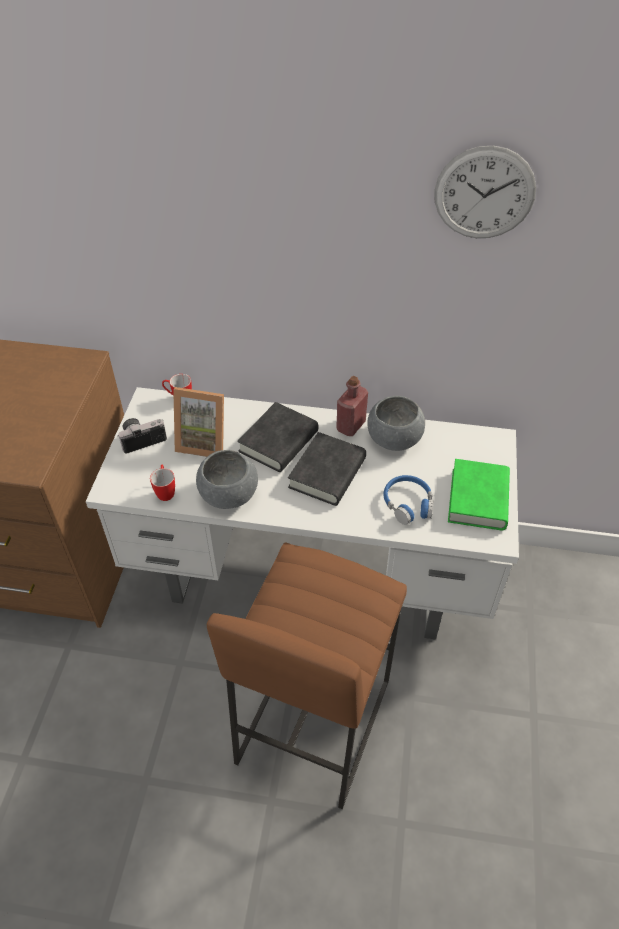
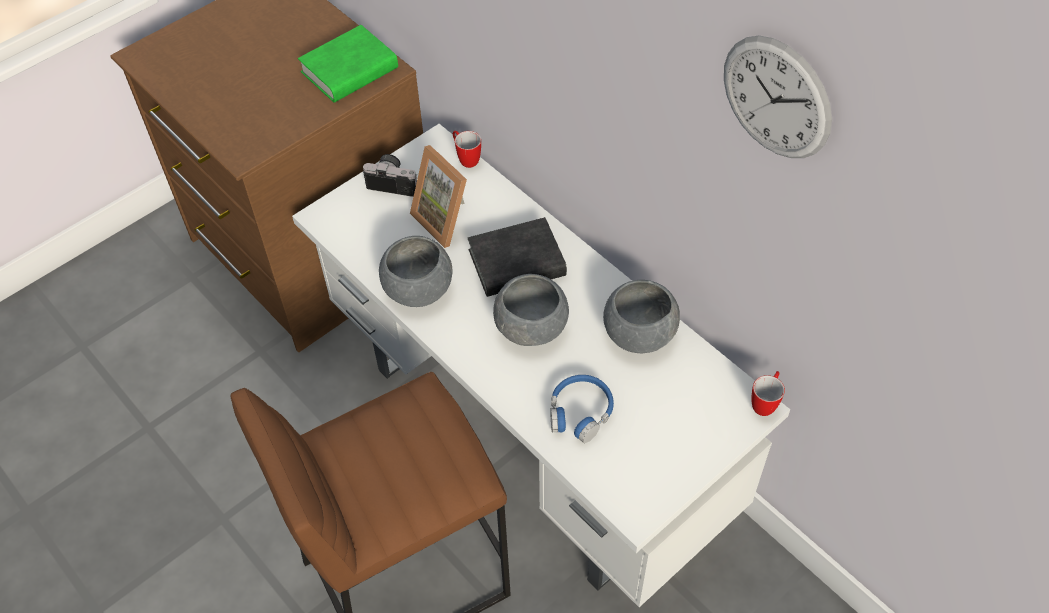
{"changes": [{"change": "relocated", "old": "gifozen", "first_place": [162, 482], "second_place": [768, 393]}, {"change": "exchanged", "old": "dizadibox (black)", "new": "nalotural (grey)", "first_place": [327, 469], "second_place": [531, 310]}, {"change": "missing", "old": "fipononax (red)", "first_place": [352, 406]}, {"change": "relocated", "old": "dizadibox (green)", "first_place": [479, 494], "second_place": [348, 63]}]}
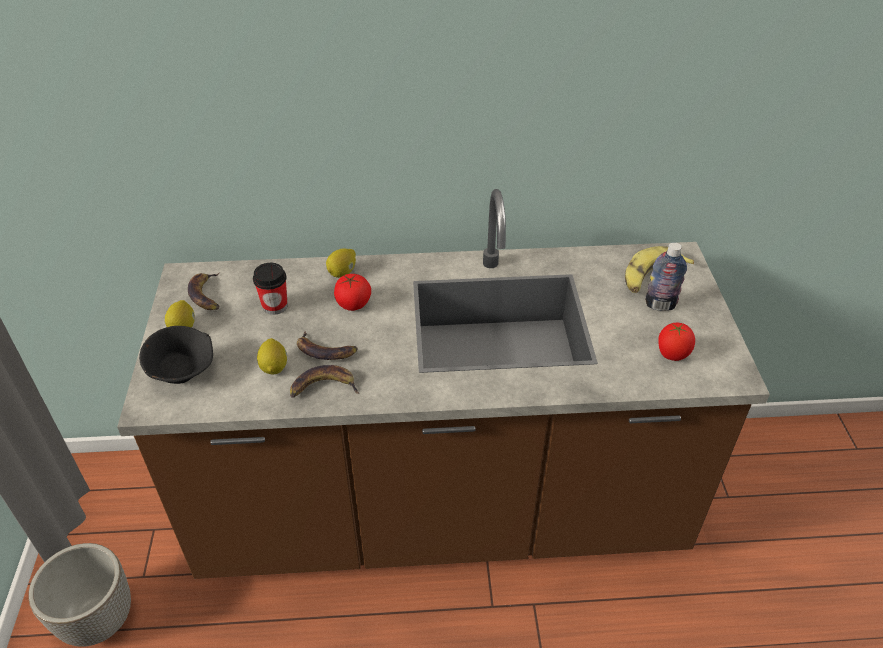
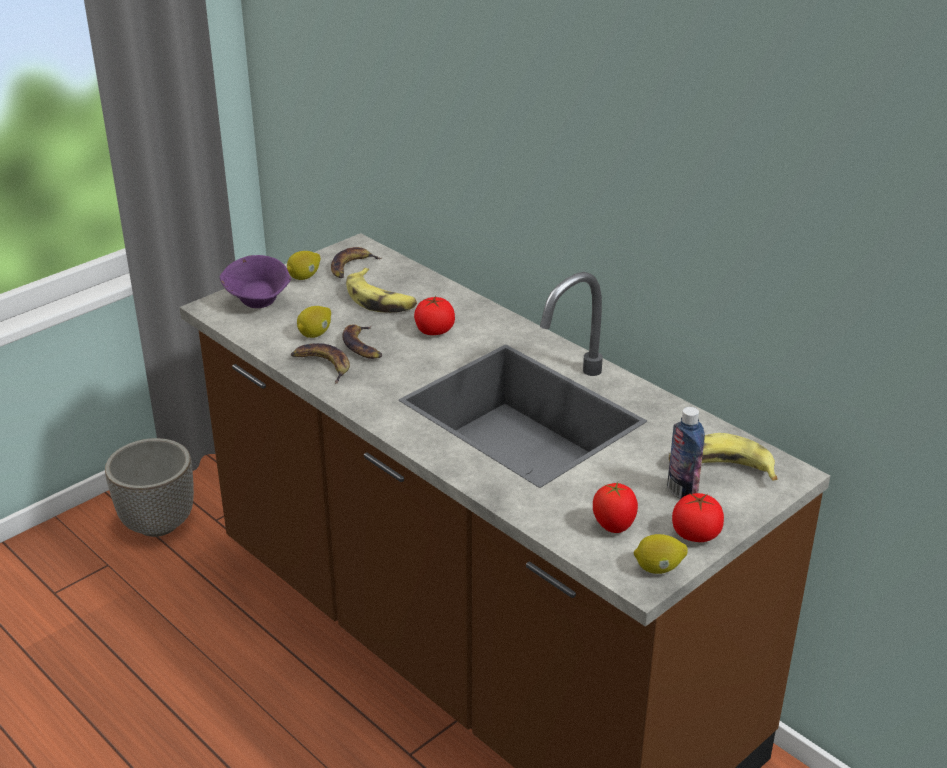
{"changes": [{"change": "colour", "old": "nalotural (black)", "new": "nalotural (purple)", "first_place": [176, 355], "second_place": [255, 281]}, {"change": "exchanged", "old": "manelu", "new": "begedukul", "first_place": [270, 289], "second_place": [381, 290]}, {"change": "relocated", "old": "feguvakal", "first_place": [341, 263], "second_place": [661, 554]}, {"change": "appeared", "new": "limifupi", "second_place": [698, 517]}]}
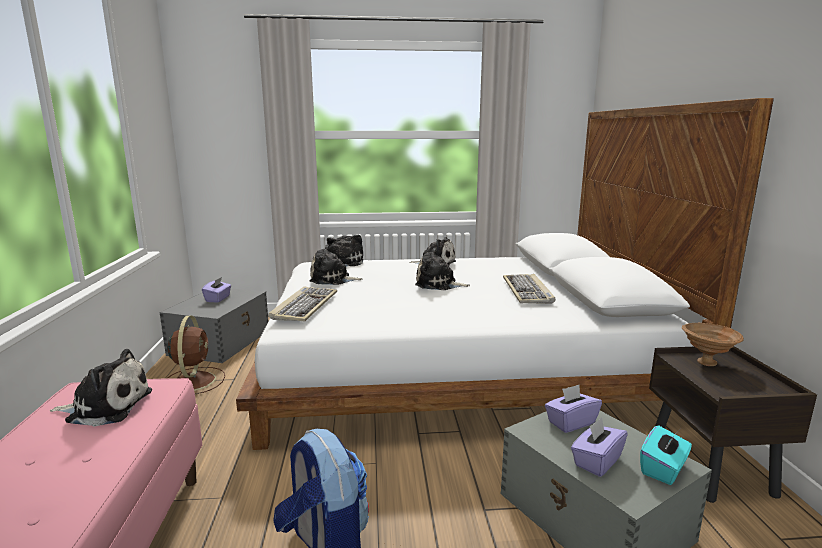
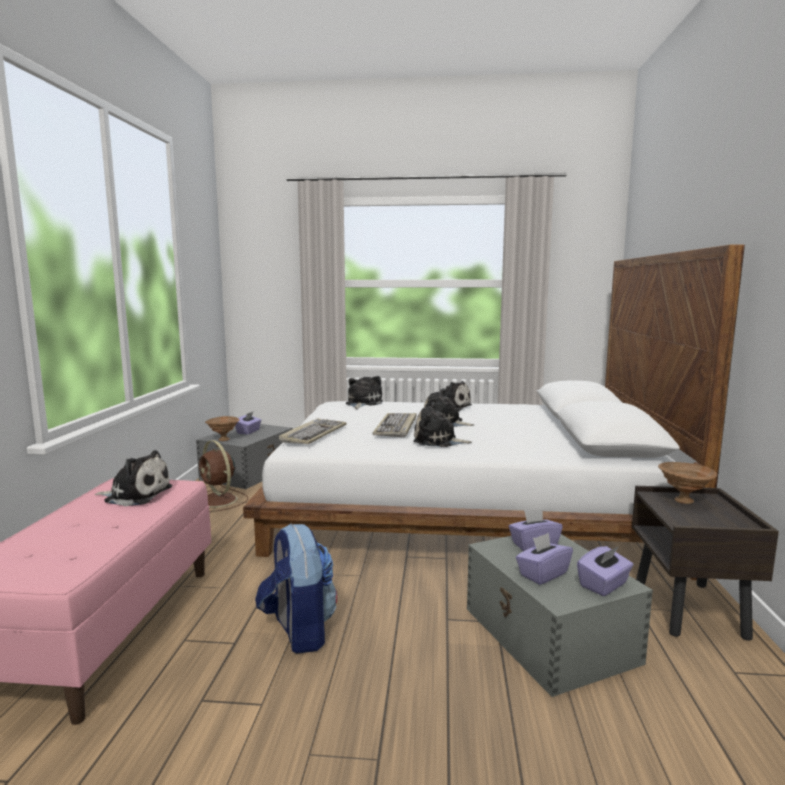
{"changes": [{"change": "spun", "old": "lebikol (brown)", "first_place": [196, 355], "second_place": [223, 476], "degrees": 135}, {"change": "relocated", "old": "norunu", "first_place": [336, 264], "second_place": [442, 424]}, {"change": "relocated", "old": "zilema", "first_place": [529, 289], "second_place": [395, 425]}, {"change": "colour", "old": "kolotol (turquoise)", "new": "kolotol (purple)", "first_place": [666, 455], "second_place": [605, 571]}, {"change": "appeared", "new": "nalotural (brown)", "second_place": [222, 428]}]}
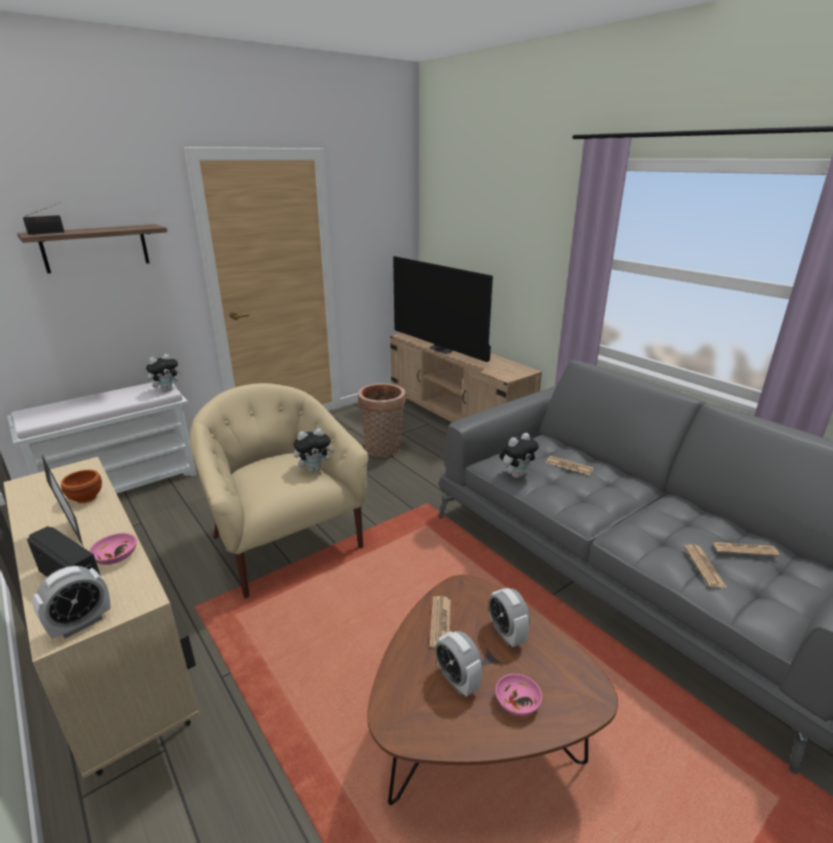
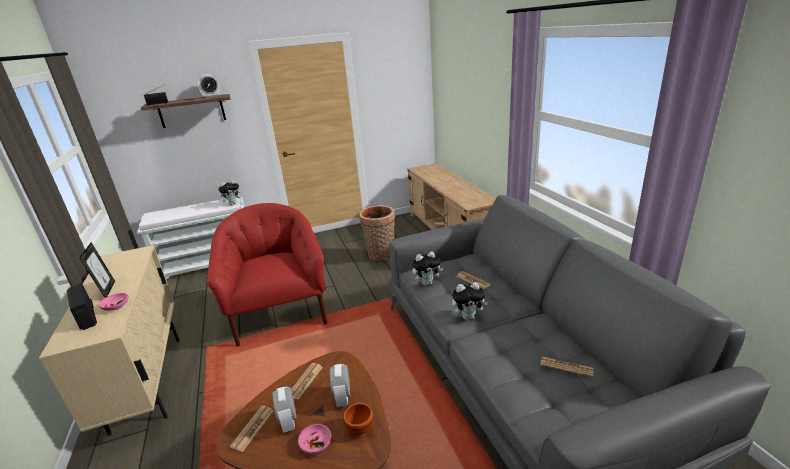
{"changes": [{"change": "relocated", "old": "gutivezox", "first_place": [71, 602], "second_place": [209, 86]}, {"change": "relocated", "old": "nalotural (brown)", "first_place": [81, 487], "second_place": [359, 419]}, {"change": "colour", "old": "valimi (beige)", "new": "valimi (red)", "first_place": [279, 490], "second_place": [267, 275]}, {"change": "relocated", "old": "norunu", "first_place": [314, 450], "second_place": [470, 301]}, {"change": "missing", "old": "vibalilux", "first_place": [443, 309]}, {"change": "relocated", "old": "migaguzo", "first_place": [705, 566], "second_place": [252, 429]}]}
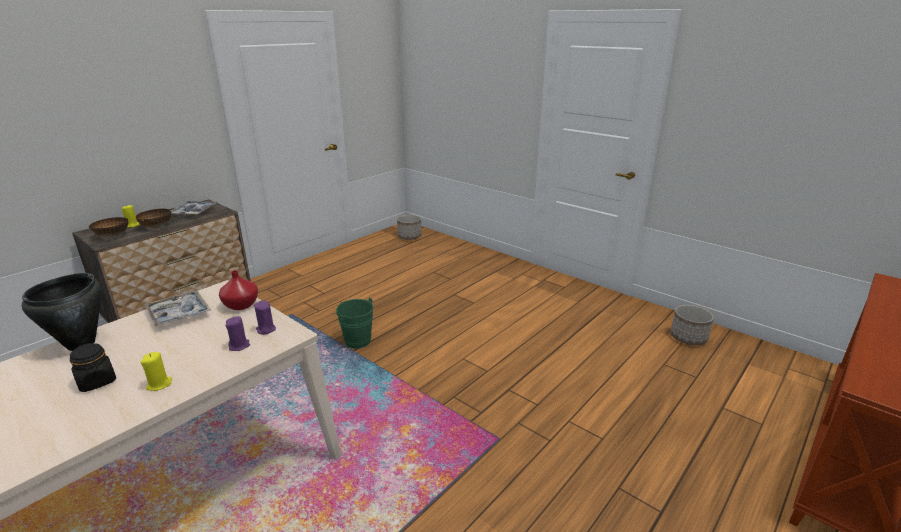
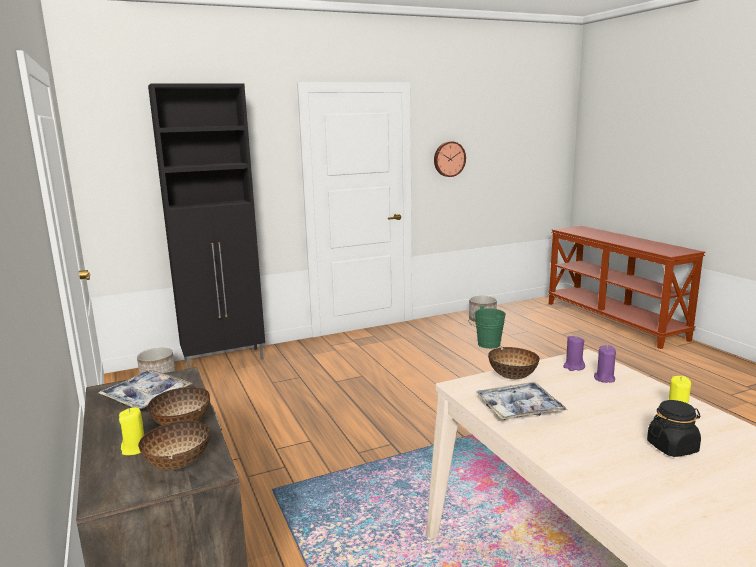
{"changes": [{"change": "missing", "old": "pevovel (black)", "first_place": [62, 312]}, {"change": "exchanged", "old": "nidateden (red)", "new": "nalotural", "first_place": [238, 290], "second_place": [514, 363]}, {"change": "relocated", "old": "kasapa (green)", "first_place": [353, 323], "second_place": [487, 327]}, {"change": "appeared", "new": "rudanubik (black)", "second_place": [206, 226]}, {"change": "appeared", "new": "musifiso", "second_place": [450, 159]}]}
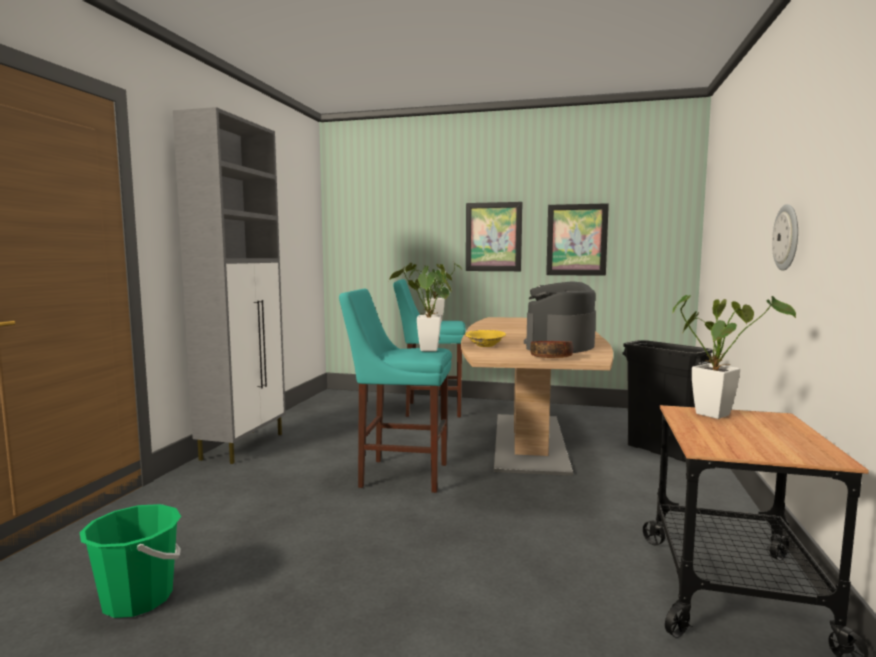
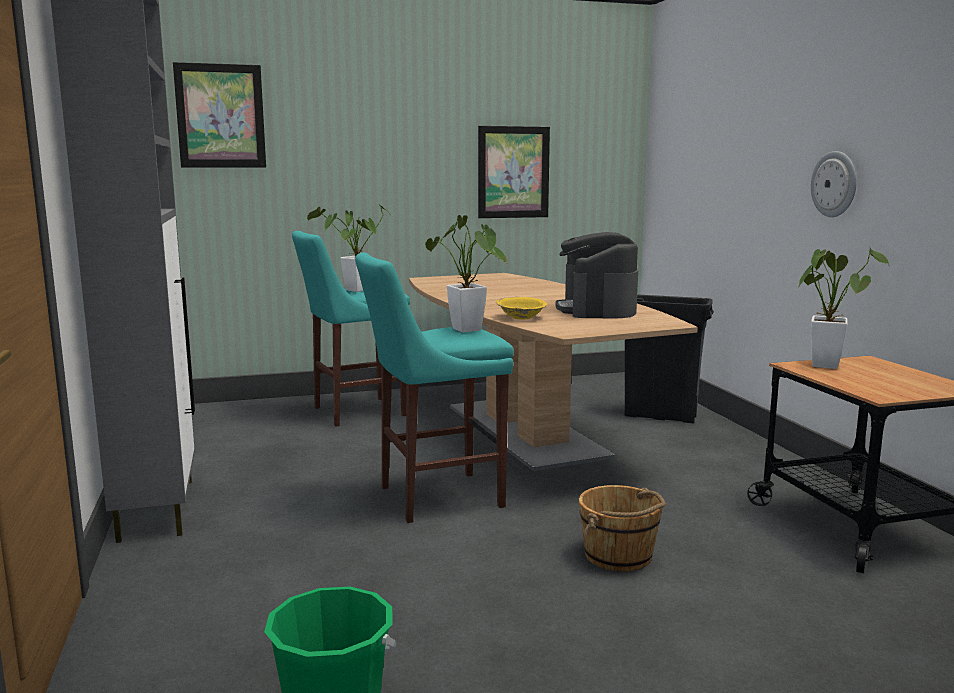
{"changes": [{"change": "relocated", "old": "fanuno", "first_place": [494, 236], "second_place": [219, 115]}, {"change": "missing", "old": "nalotural", "first_place": [551, 349]}, {"change": "appeared", "new": "kasapa (brown)", "second_place": [622, 528]}]}
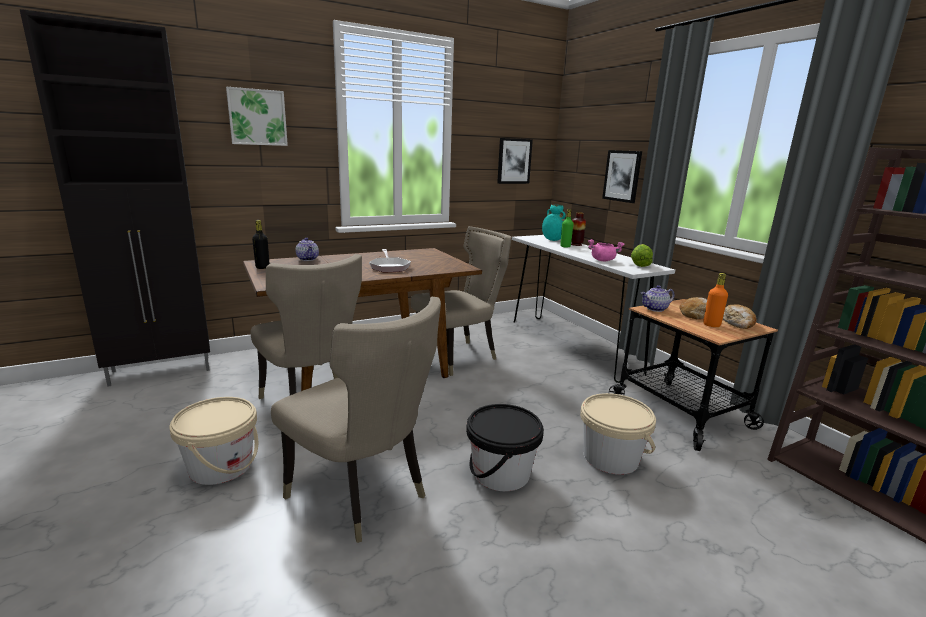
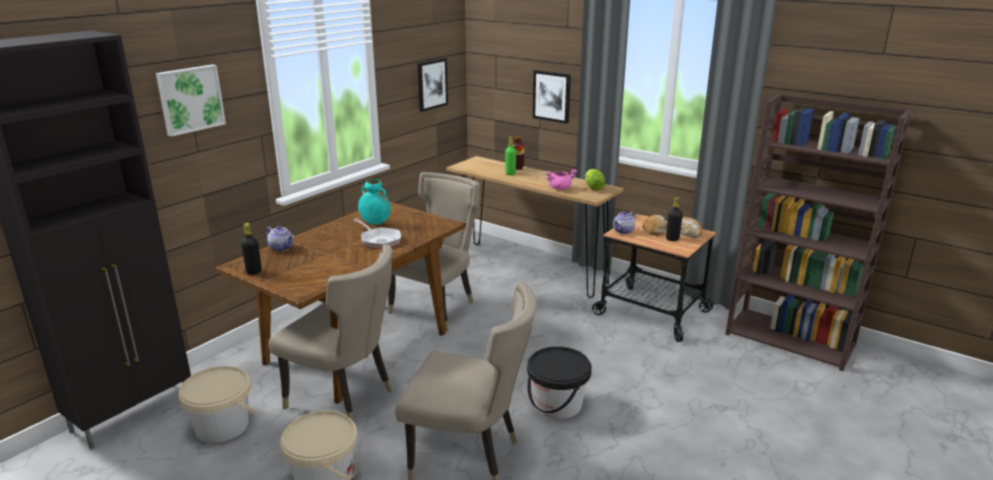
{"changes": [{"change": "colour", "old": "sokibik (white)", "new": "sokibik (brown)", "first_place": [593, 309], "second_place": [535, 227]}, {"change": "relocated", "old": "nidateden (turquoise)", "first_place": [554, 223], "second_place": [374, 202]}, {"change": "relocated", "old": "kasapa (beige)", "first_place": [618, 434], "second_place": [216, 404]}, {"change": "colour", "old": "fipononax (orange)", "new": "fipononax (black)", "first_place": [715, 300], "second_place": [674, 219]}]}
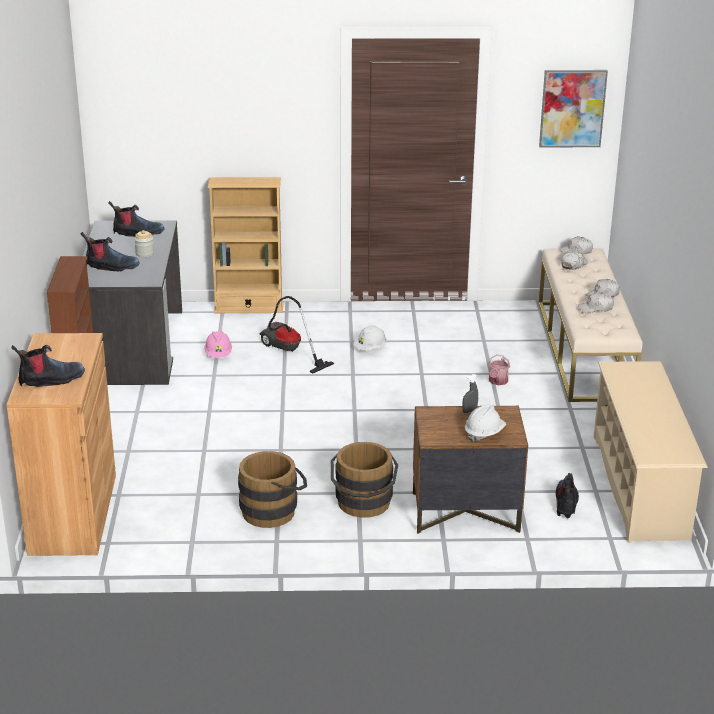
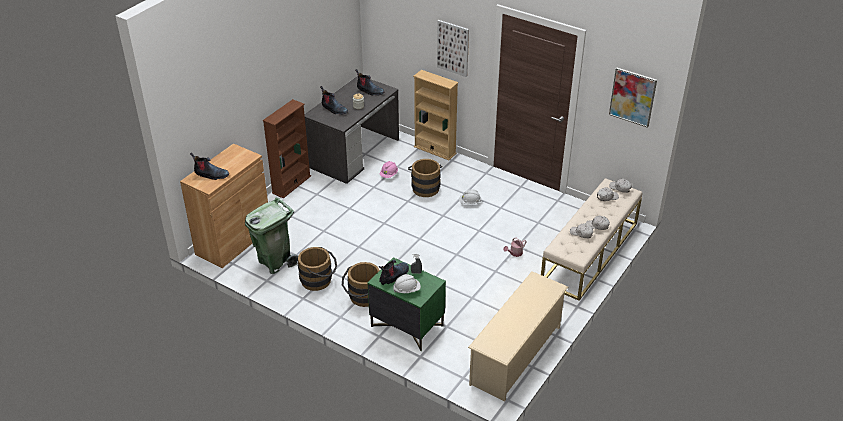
{"changes": [{"change": "exchanged", "old": "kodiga", "new": "kasapa (brown)", "first_place": [297, 335], "second_place": [425, 178]}, {"change": "colour", "old": "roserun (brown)", "new": "roserun (green)", "first_place": [470, 470], "second_place": [407, 304]}, {"change": "relocated", "old": "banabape", "first_place": [567, 495], "second_place": [394, 272]}, {"change": "appeared", "new": "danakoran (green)", "second_place": [271, 235]}, {"change": "appeared", "new": "fanuno", "second_place": [453, 48]}]}
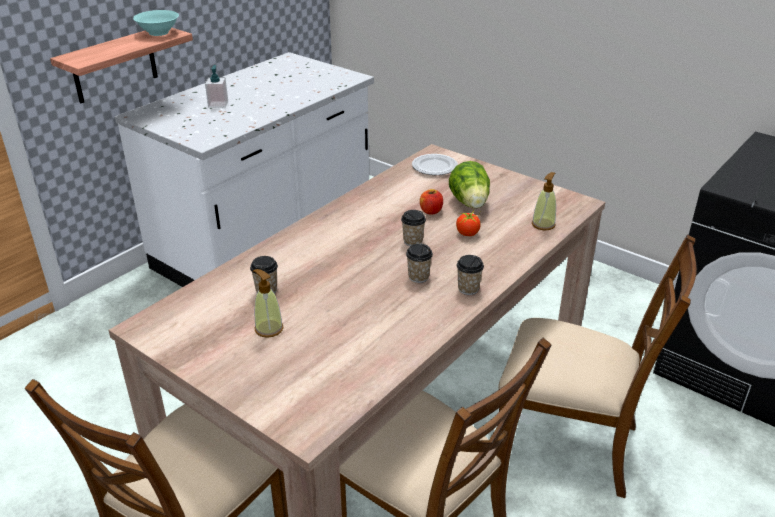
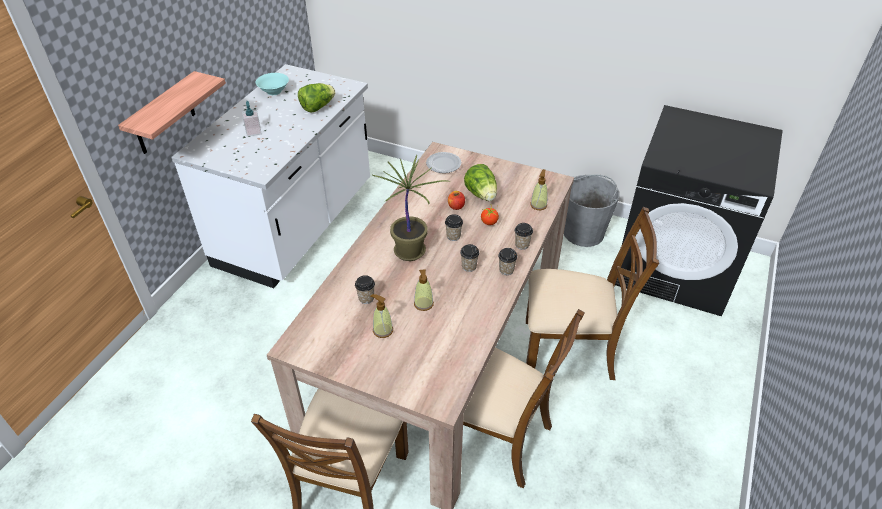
{"changes": [{"change": "relocated", "old": "nalotural (turquoise)", "first_place": [156, 23], "second_place": [272, 84]}, {"change": "appeared", "new": "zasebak", "second_place": [316, 98]}, {"change": "appeared", "new": "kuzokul", "second_place": [410, 208]}, {"change": "appeared", "new": "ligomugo", "second_place": [424, 290]}, {"change": "appeared", "new": "manelu", "second_place": [524, 236]}, {"change": "appeared", "new": "kasapa (grey)", "second_place": [592, 210]}]}
